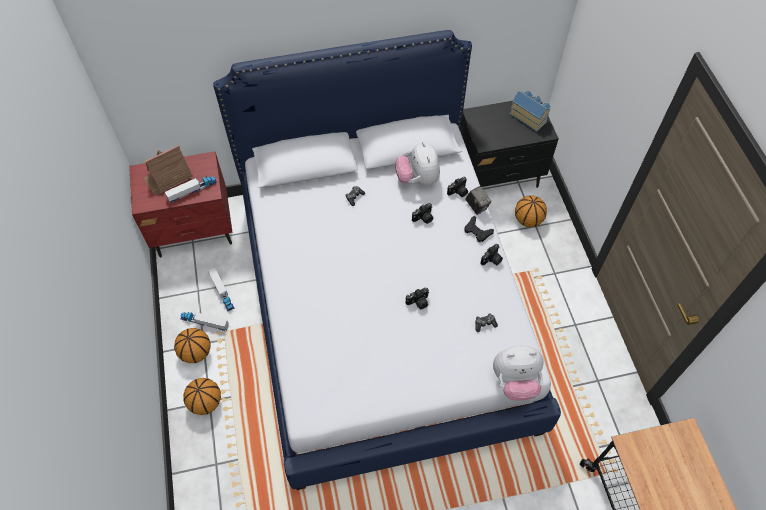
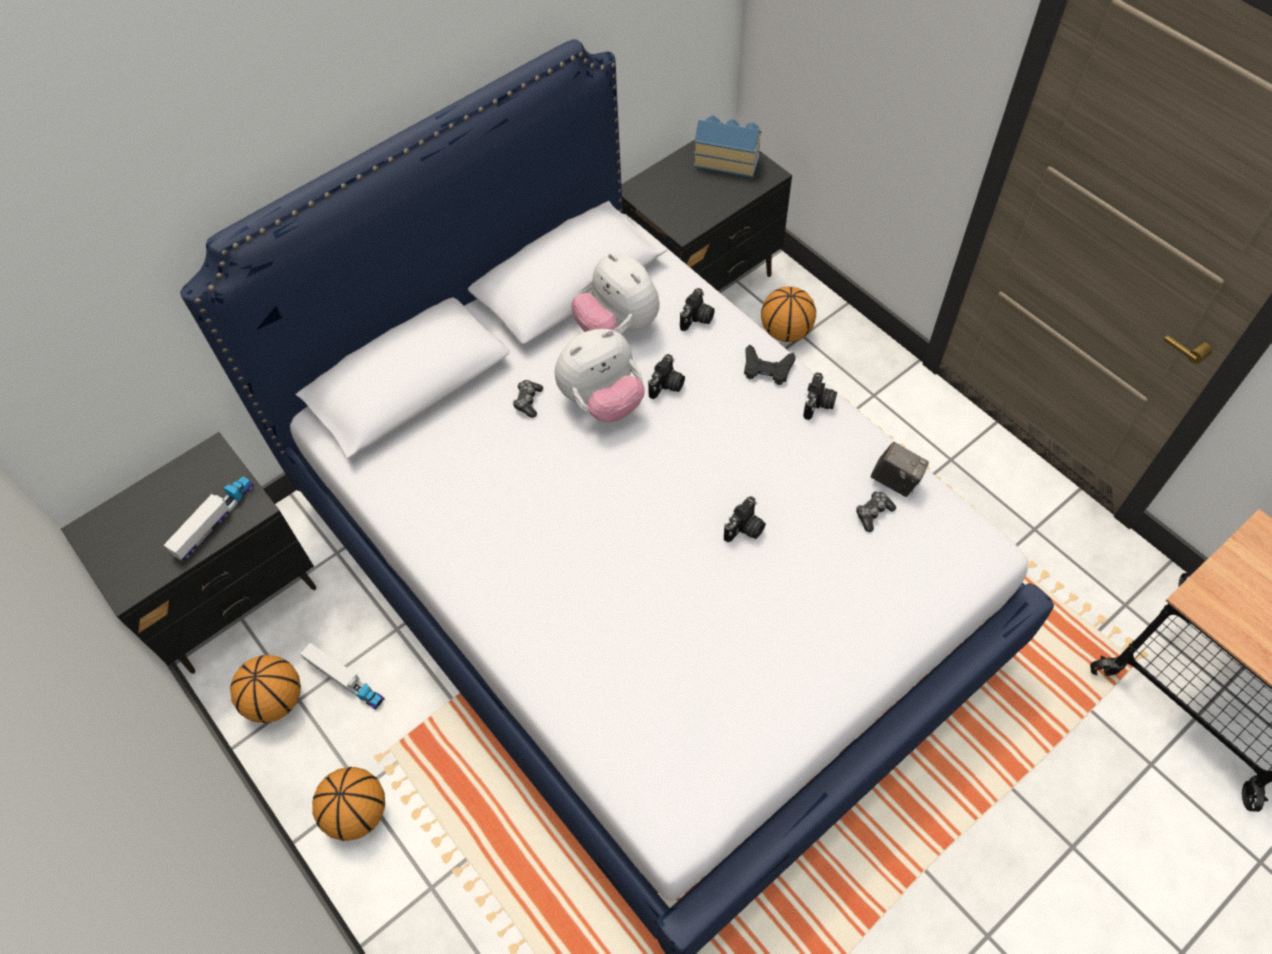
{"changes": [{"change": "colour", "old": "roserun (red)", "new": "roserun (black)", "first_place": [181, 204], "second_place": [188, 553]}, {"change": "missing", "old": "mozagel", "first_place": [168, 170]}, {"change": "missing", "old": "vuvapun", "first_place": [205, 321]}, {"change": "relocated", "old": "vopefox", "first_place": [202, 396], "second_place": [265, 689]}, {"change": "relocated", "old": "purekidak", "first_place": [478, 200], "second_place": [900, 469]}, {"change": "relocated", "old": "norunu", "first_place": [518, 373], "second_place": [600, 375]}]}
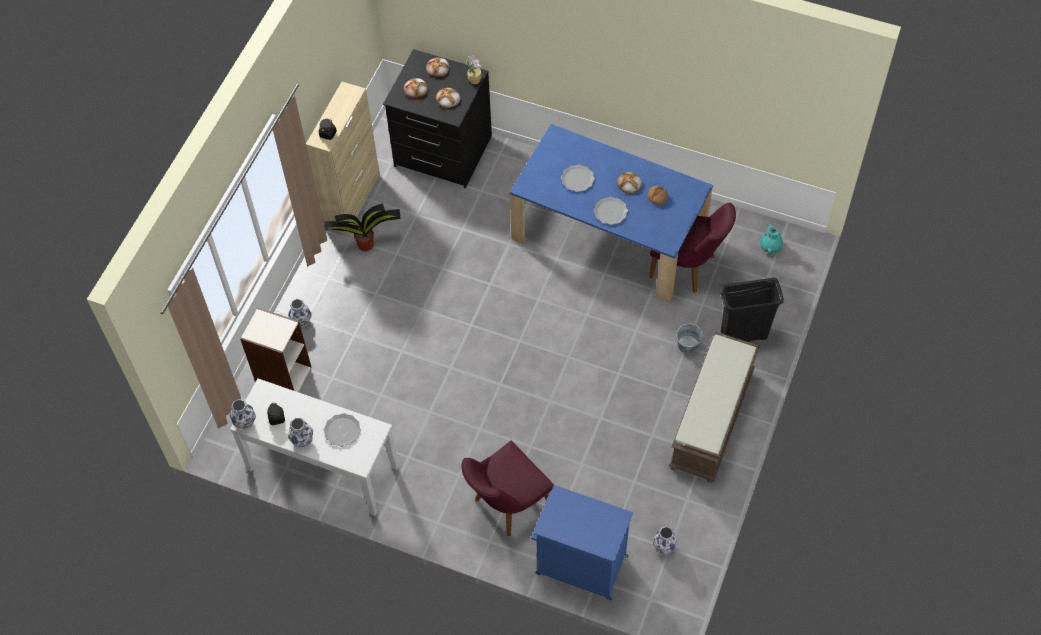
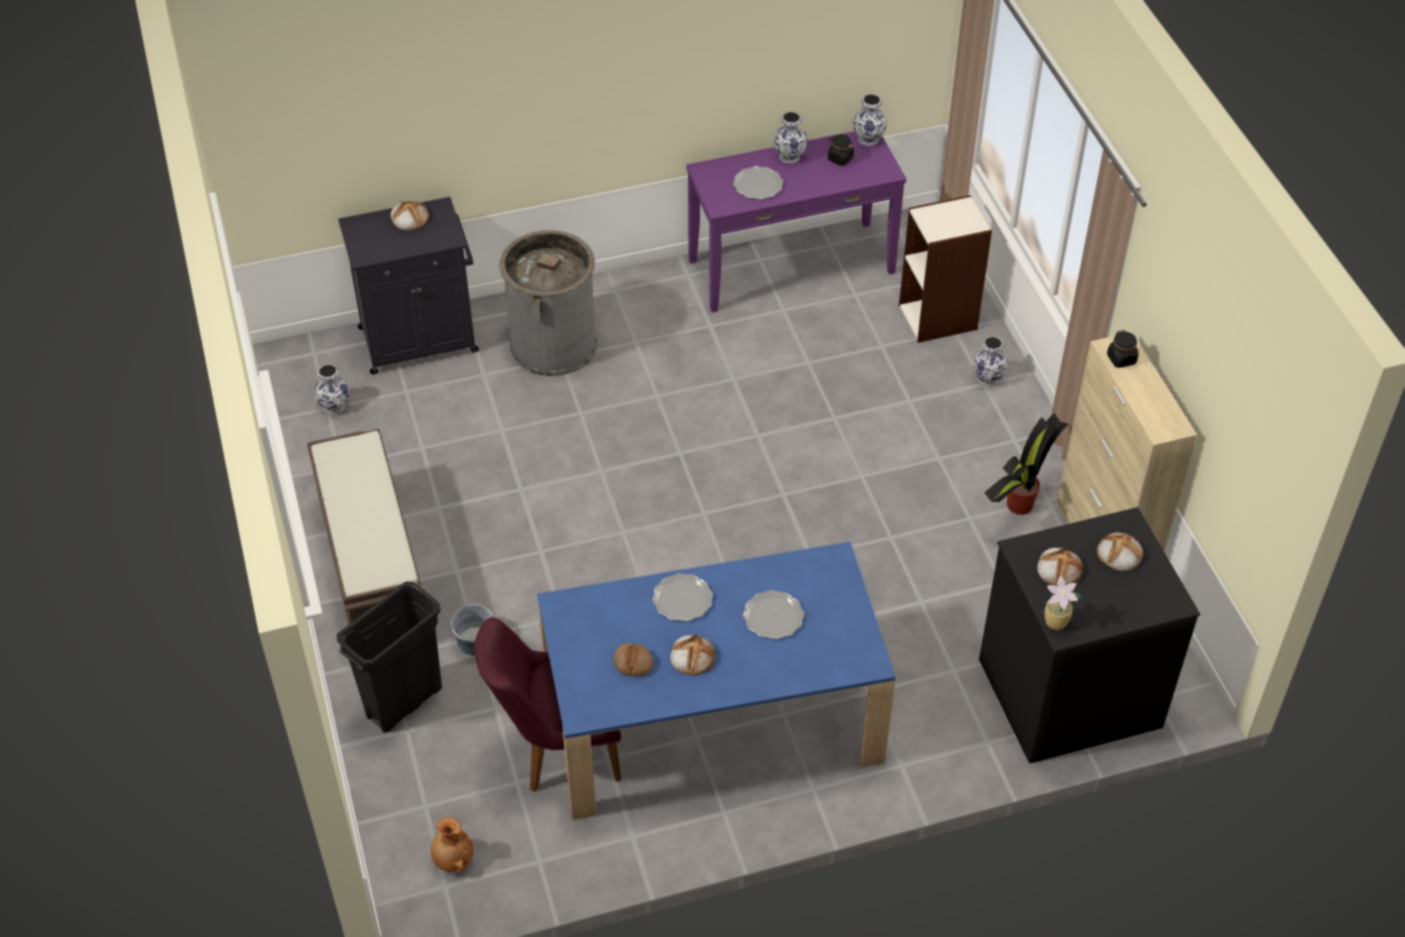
{"changes": [{"change": "colour", "old": "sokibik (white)", "new": "sokibik (purple)", "first_place": [314, 447], "second_place": [796, 221]}, {"change": "relocated", "old": "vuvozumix", "first_place": [438, 67], "second_place": [410, 216]}, {"change": "exchanged", "old": "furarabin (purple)", "new": "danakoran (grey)", "first_place": [507, 488], "second_place": [548, 303]}, {"change": "colour", "old": "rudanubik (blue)", "new": "rudanubik (black)", "first_place": [582, 542], "second_place": [408, 286]}, {"change": "colour", "old": "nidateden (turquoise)", "new": "nidateden (brown)", "first_place": [771, 239], "second_place": [452, 845]}]}
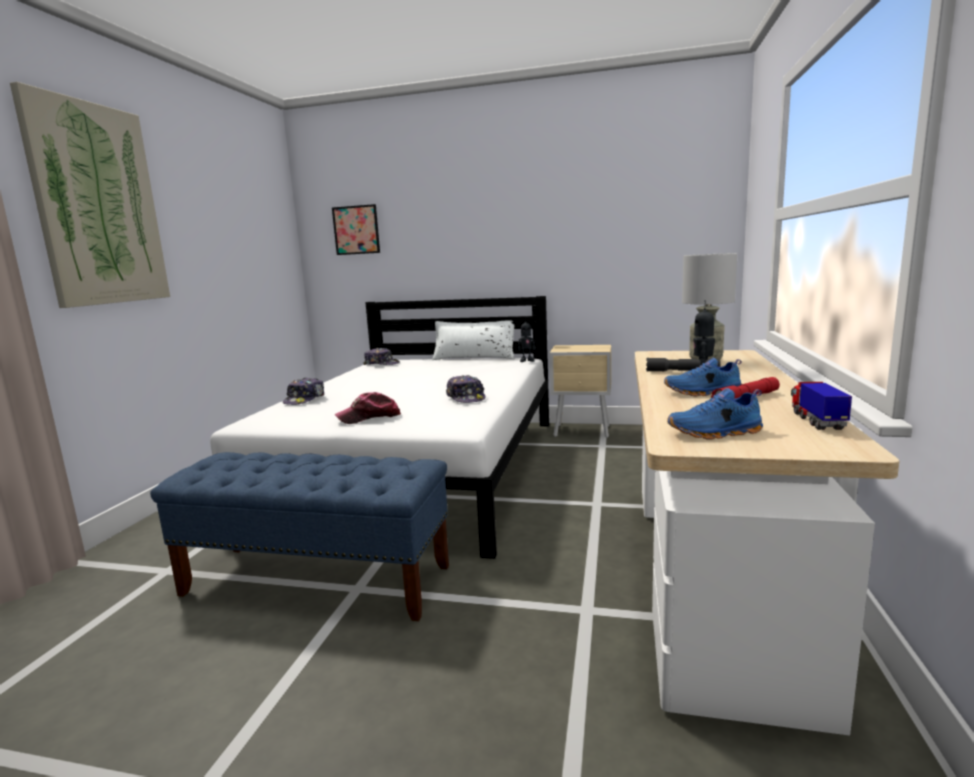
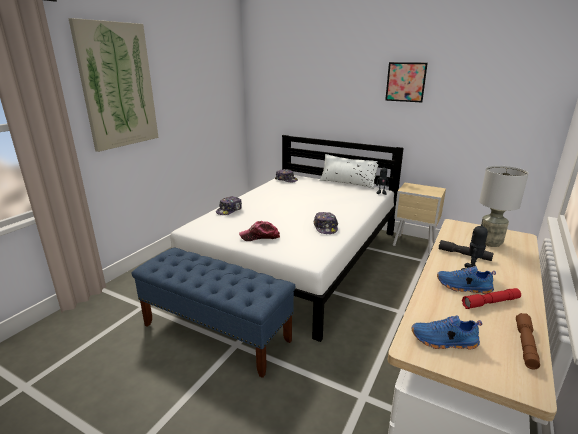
{"changes": [{"change": "relocated", "old": "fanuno", "first_place": [356, 229], "second_place": [406, 82]}, {"change": "exchanged", "old": "vuvapun", "new": "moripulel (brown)", "first_place": [821, 406], "second_place": [528, 341]}]}
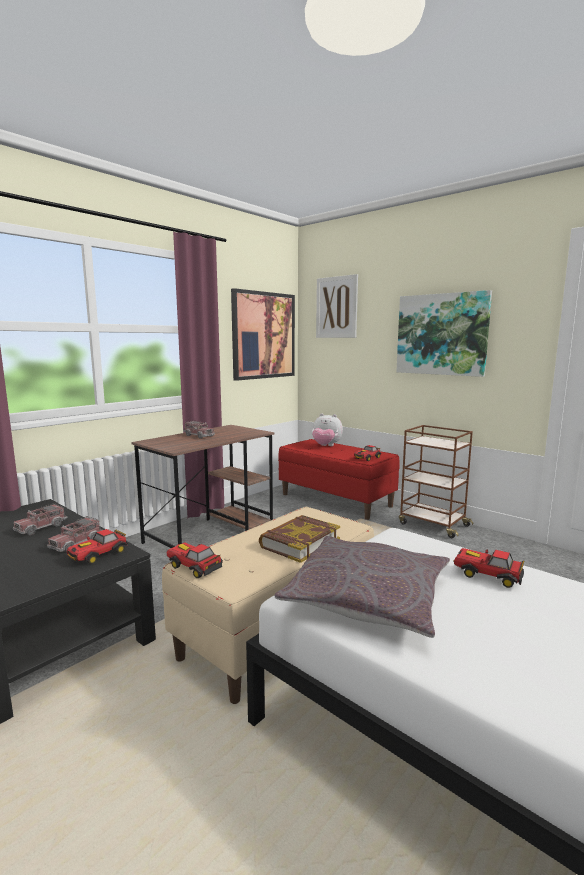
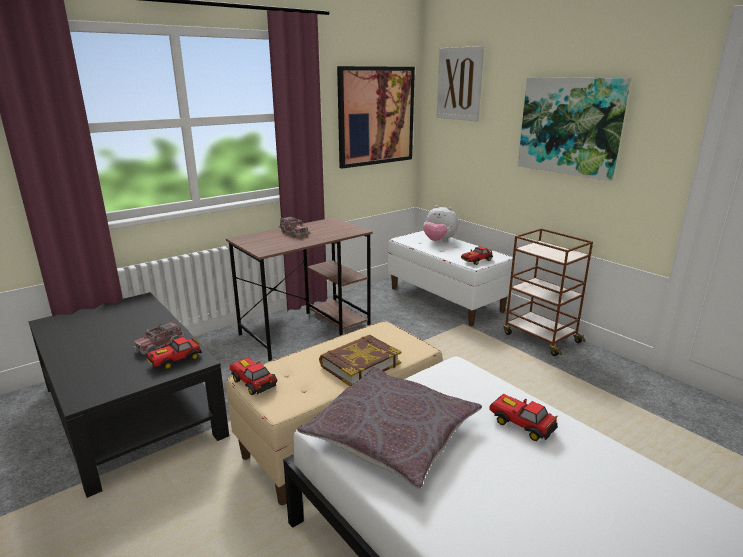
{"changes": [{"change": "missing", "old": "vuvapun", "first_place": [40, 519]}, {"change": "colour", "old": "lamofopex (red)", "new": "lamofopex (white)", "first_place": [338, 479], "second_place": [451, 278]}]}
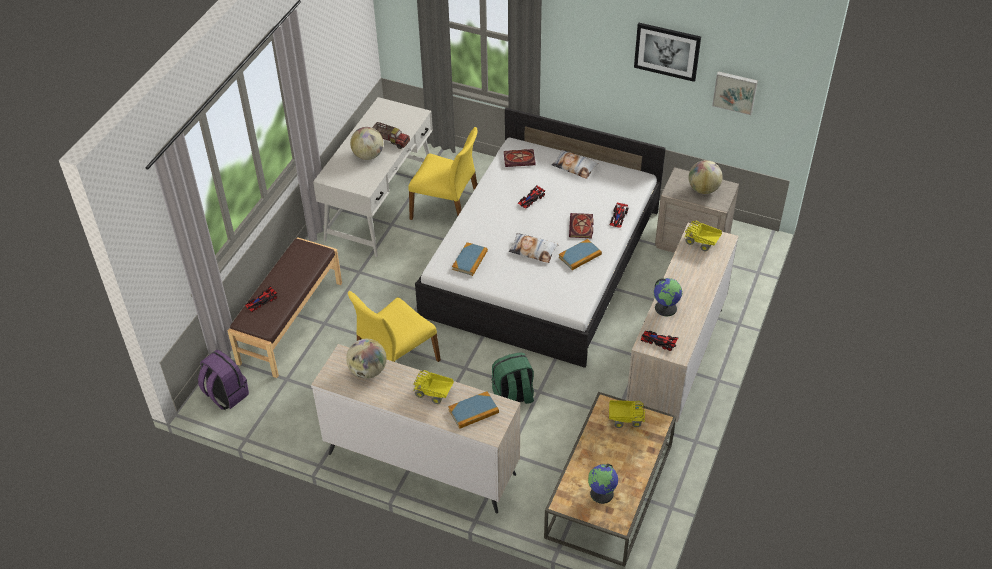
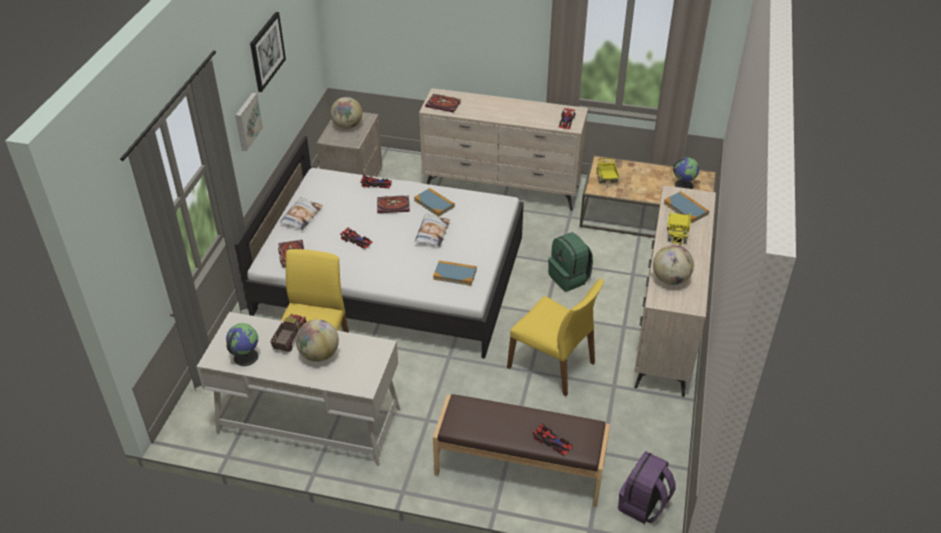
{"changes": [{"change": "relocated", "old": "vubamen", "first_place": [668, 297], "second_place": [242, 344]}, {"change": "exchanged", "old": "vuvapun", "new": "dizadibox", "first_place": [703, 236], "second_place": [443, 103]}, {"change": "relocated", "old": "fanuno", "first_place": [735, 93], "second_place": [249, 122]}]}
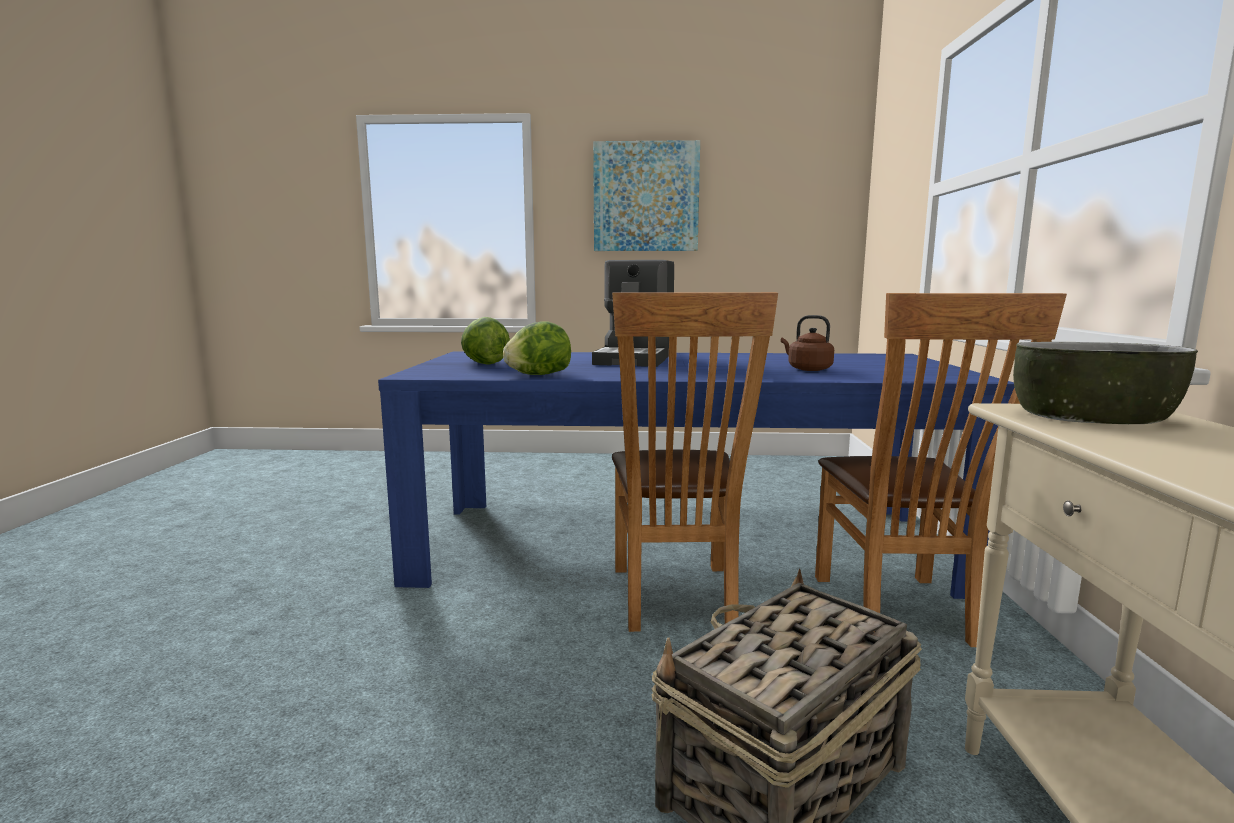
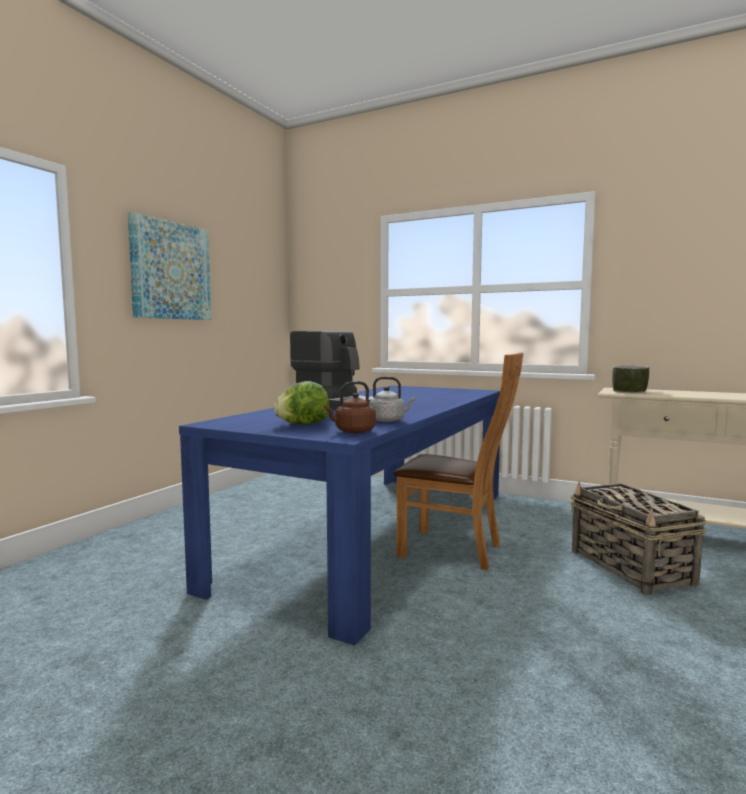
{"changes": [{"change": "exchanged", "old": "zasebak", "new": "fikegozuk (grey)", "first_place": [537, 348], "second_place": [392, 399]}, {"change": "relocated", "old": "fikegozuk (brown)", "first_place": [807, 343], "second_place": [350, 407]}, {"change": "missing", "old": "furarabin (brown)", "first_place": [941, 470]}]}
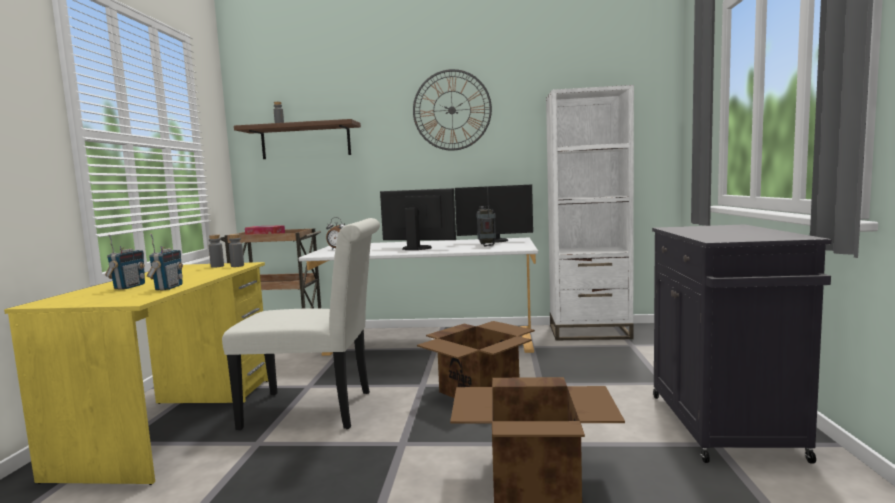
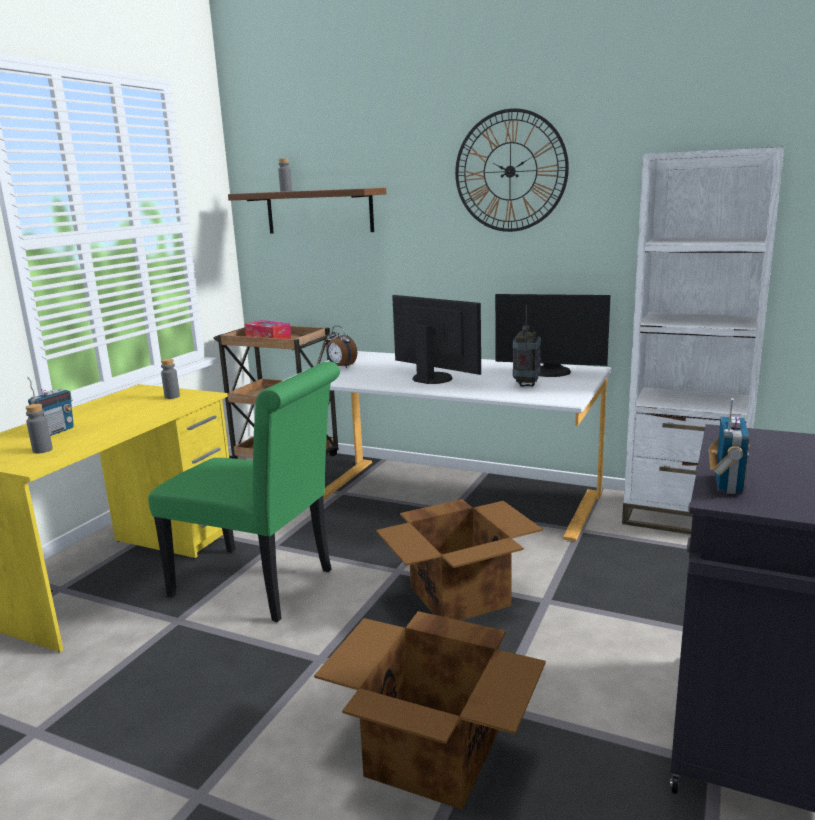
{"changes": [{"change": "relocated", "old": "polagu", "first_place": [165, 262], "second_place": [729, 446]}, {"change": "colour", "old": "furarabin (white)", "new": "furarabin (green)", "first_place": [301, 324], "second_place": [244, 492]}, {"change": "relocated", "old": "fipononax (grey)", "first_place": [236, 250], "second_place": [39, 429]}]}
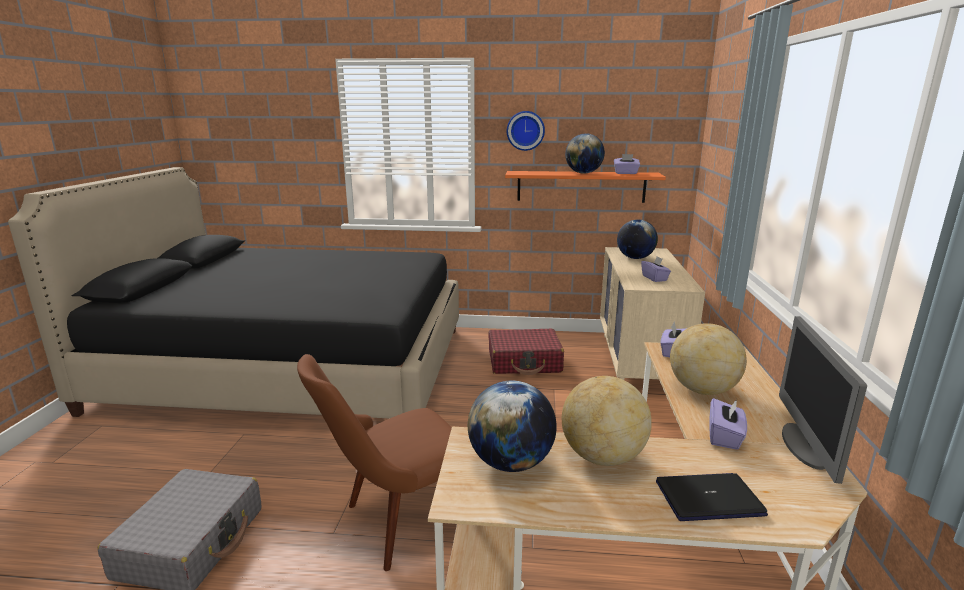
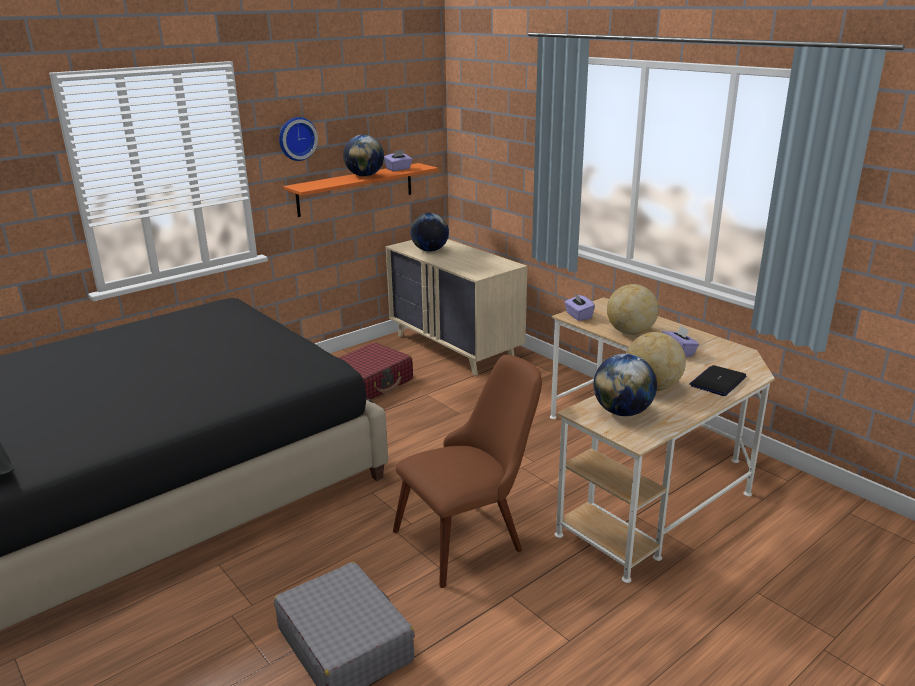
{"changes": [{"change": "spun", "old": "furarabin (brown)", "first_place": [374, 462], "second_place": [467, 471], "degrees": -135}, {"change": "missing", "old": "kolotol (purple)", "first_place": [656, 269]}, {"change": "missing", "old": "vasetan", "first_place": [823, 400]}]}
